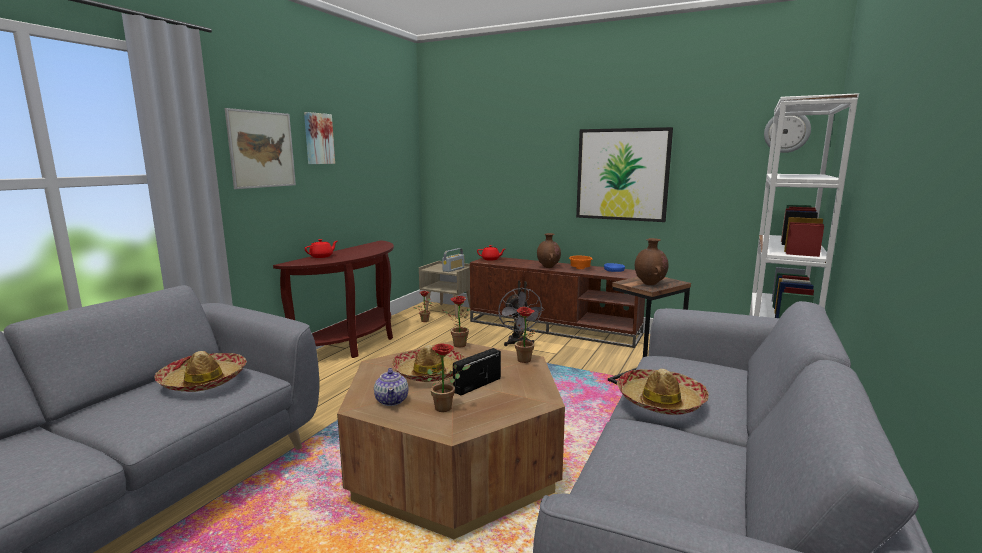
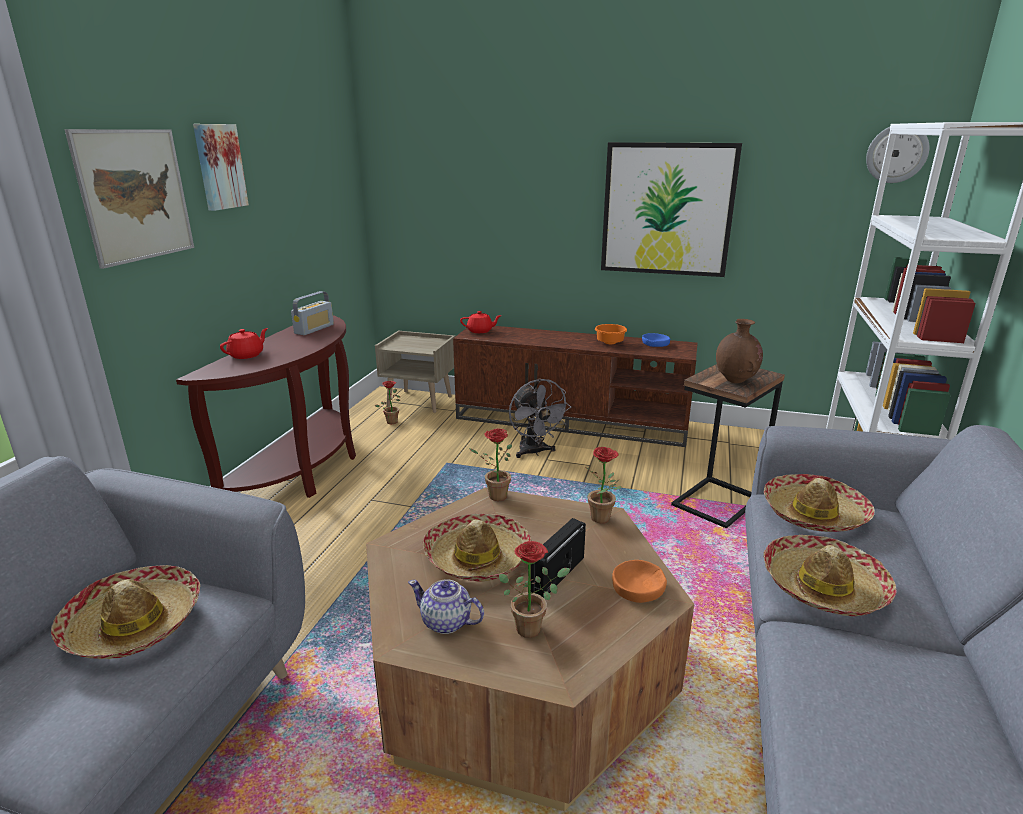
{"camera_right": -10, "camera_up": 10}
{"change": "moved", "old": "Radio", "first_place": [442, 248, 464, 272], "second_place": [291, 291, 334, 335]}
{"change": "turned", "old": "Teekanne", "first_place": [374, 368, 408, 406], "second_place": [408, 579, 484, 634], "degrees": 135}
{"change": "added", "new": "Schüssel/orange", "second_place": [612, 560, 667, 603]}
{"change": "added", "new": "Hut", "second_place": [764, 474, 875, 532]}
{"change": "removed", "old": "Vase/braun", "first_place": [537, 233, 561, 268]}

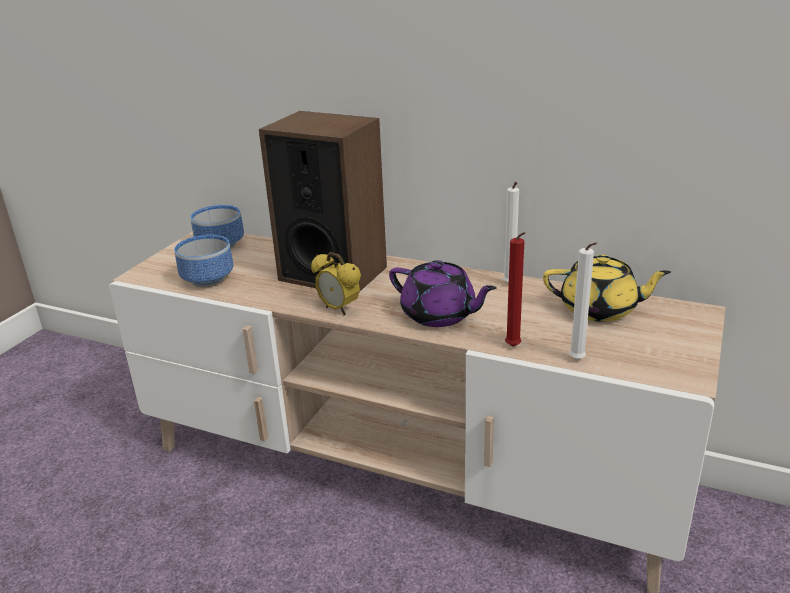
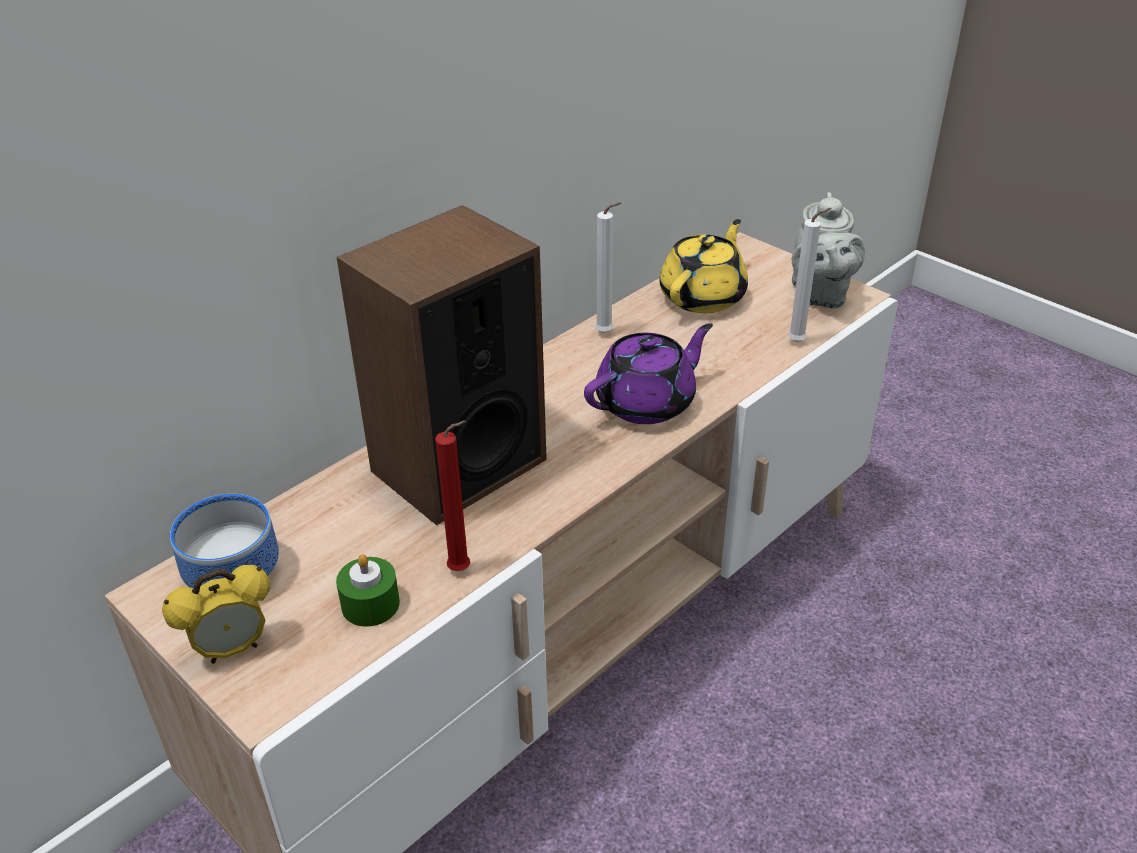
{"camera_right": -70, "camera_up": 10}
{"change": "moved", "old": "Wecker", "first_place": [311, 252, 361, 315], "second_place": [162, 565, 270, 664]}
{"change": "replaced", "old": "Schüssel", "new": "Kerze/grün", "first_place": [174, 235, 233, 287], "second_place": [336, 554, 400, 627]}
{"change": "moved", "old": "Kerze/rot", "first_place": [505, 232, 525, 346], "second_place": [435, 421, 470, 571]}
{"change": "added", "new": "Teekanne/grau", "second_place": [792, 192, 865, 309]}

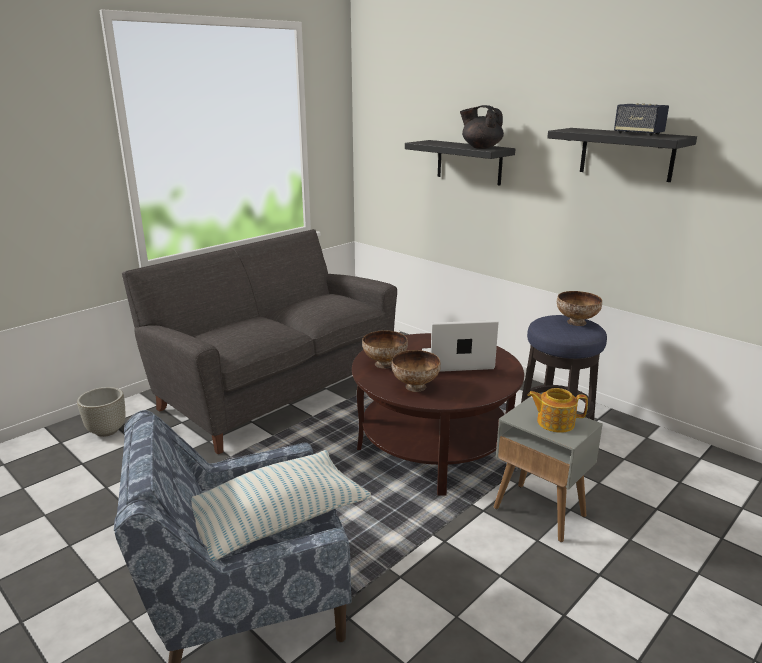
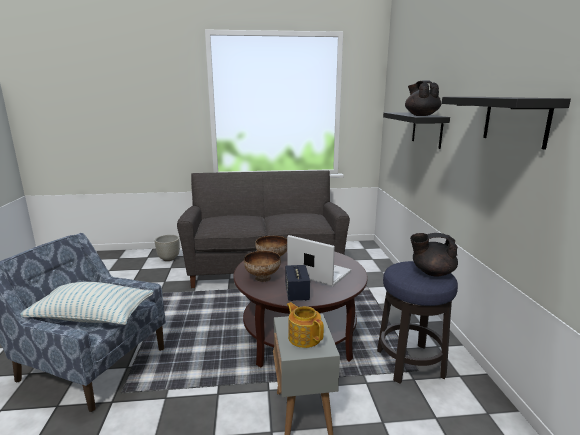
{"camera_right": 40, "camera_up": -5}
{"change": "moved", "old": "Lautsprecher", "first_place": [614, 103, 669, 136], "second_place": [285, 265, 310, 301]}
{"change": "replaced", "old": "Schüssel", "new": "Teekanne/schwarz", "first_place": [557, 291, 602, 326], "second_place": [410, 233, 458, 277]}

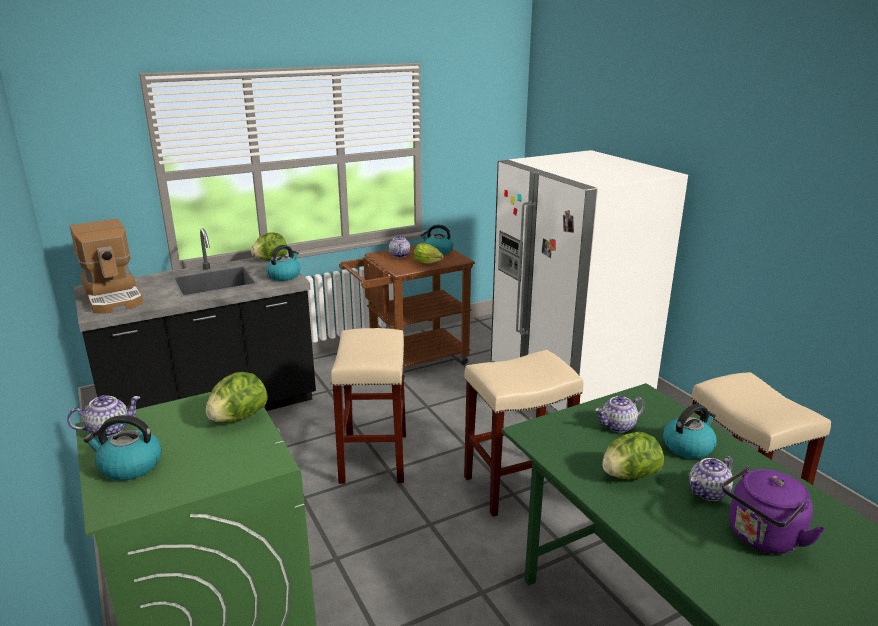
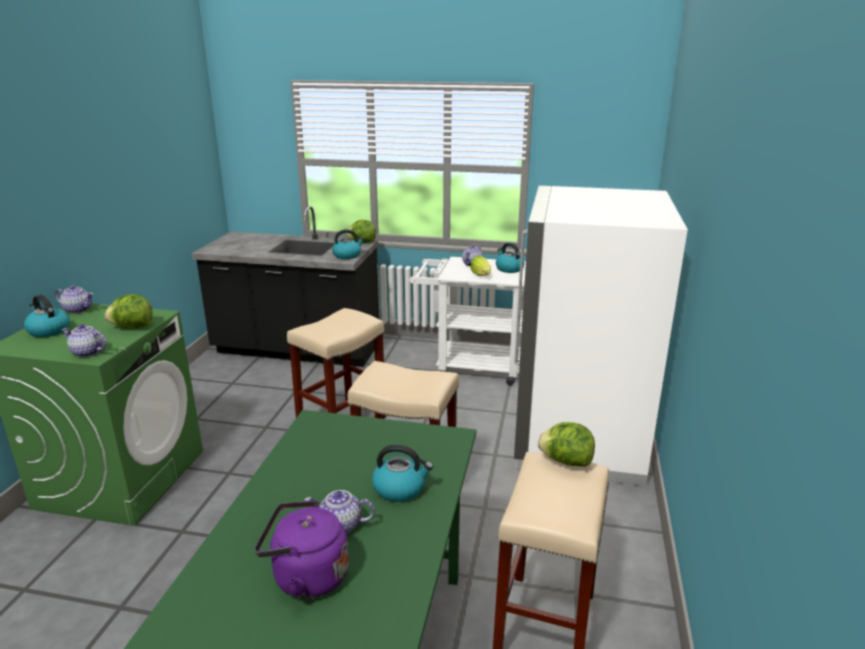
{"camera_right": 40, "camera_up": 0}
{"change": "moved", "old": "Teekanne", "first_place": [595, 396, 645, 433], "second_place": [62, 324, 107, 357]}
{"change": "recoloured", "old": "Rollwagen/braun", "new": "Rollwagen/weiß", "first_place": [339, 245, 475, 377], "second_place": [410, 257, 526, 385]}
{"change": "moved", "old": "Salatkopf", "first_place": [602, 432, 664, 479], "second_place": [538, 422, 595, 467]}
{"change": "removed", "old": "Kaffeemaschine", "first_place": [69, 219, 143, 314]}

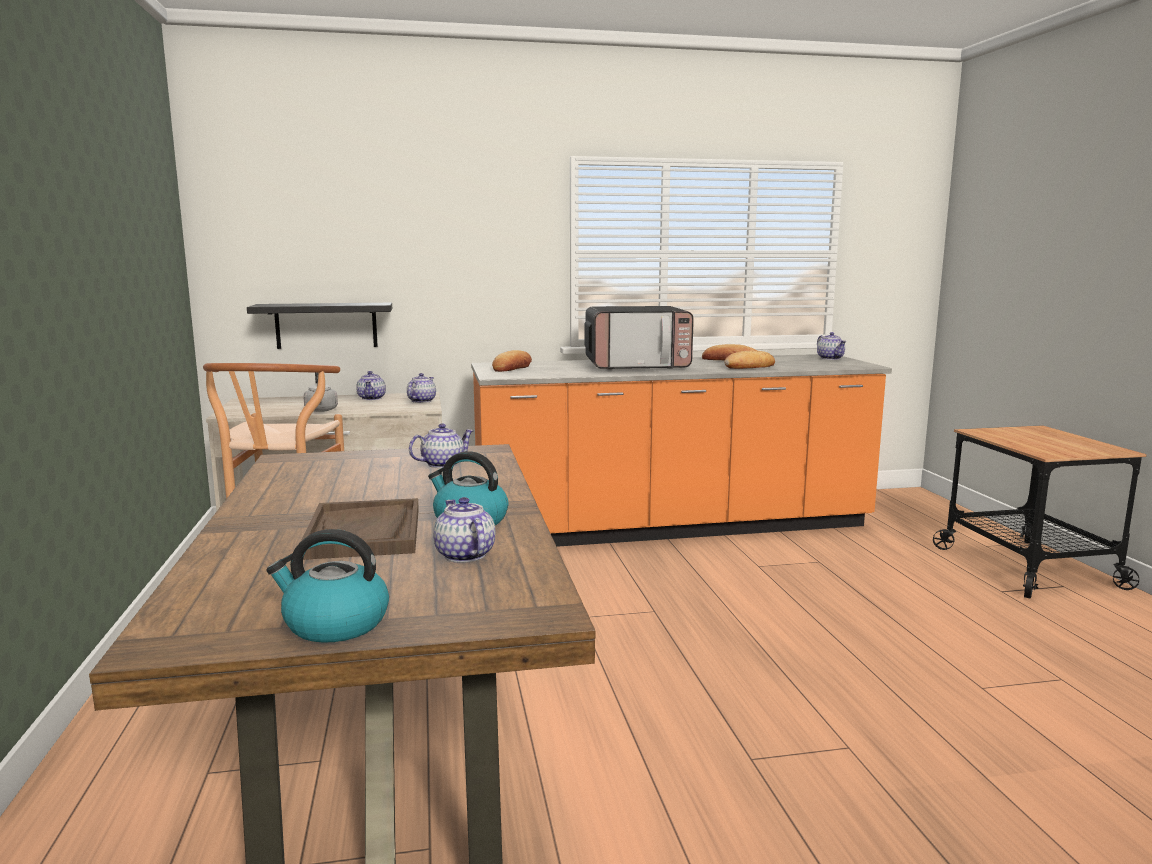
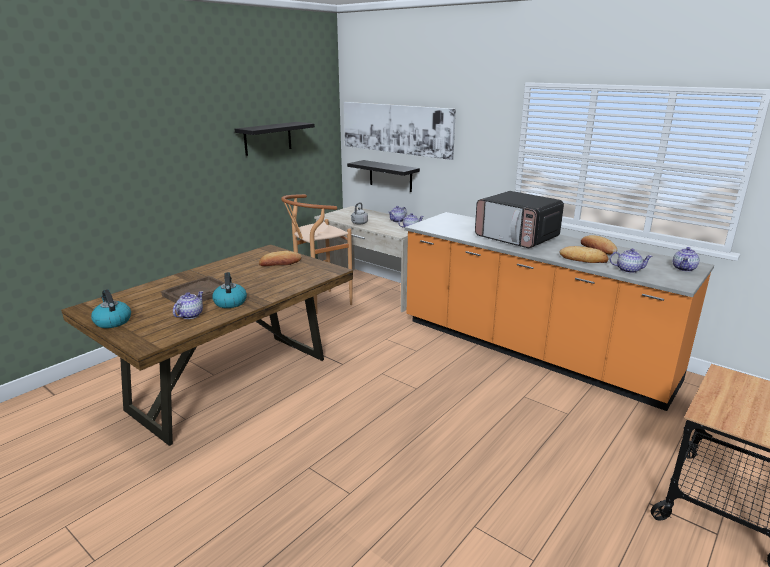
{"camera_right": 50, "camera_up": 10}
{"change": "added", "new": "Wandregal/schwarz", "second_place": [234, 122, 315, 156]}
{"change": "moved", "old": "Brot", "first_place": [492, 350, 532, 372], "second_place": [259, 251, 302, 266]}
{"change": "added", "new": "Bild", "second_place": [344, 102, 456, 160]}
{"change": "moved", "old": "Teekanne", "first_place": [409, 423, 474, 468], "second_place": [610, 249, 653, 273]}

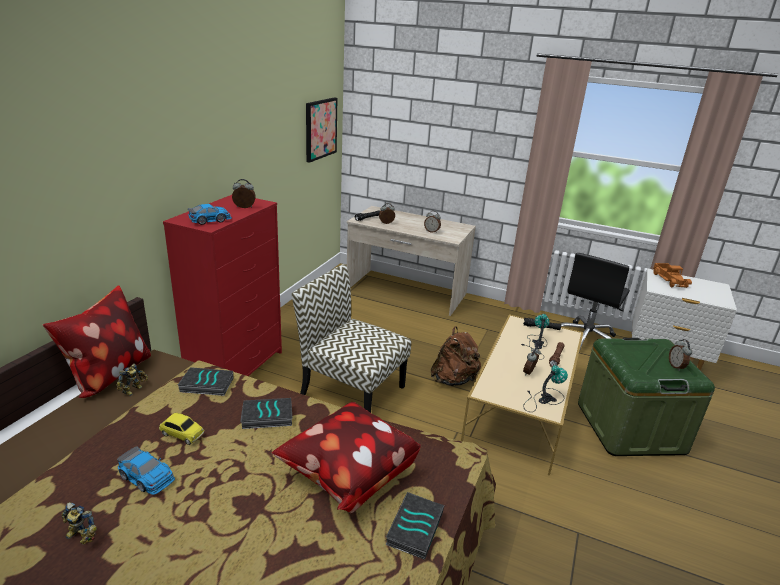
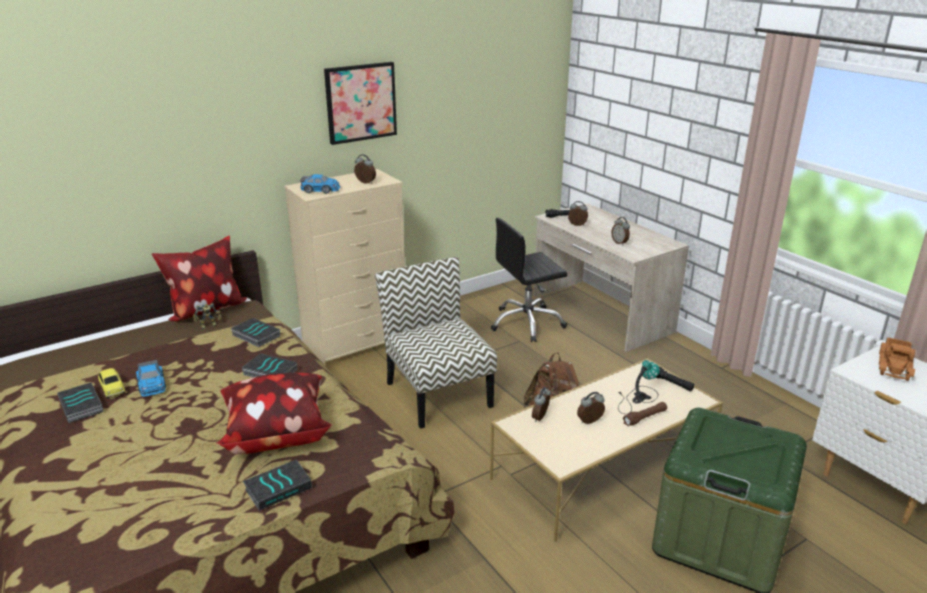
{"camera_right": 35, "camera_up": 0}
{"change": "replaced", "old": "Spielzeugroboter", "new": "Buch", "first_place": [61, 502, 97, 545], "second_place": [57, 382, 104, 423]}
{"change": "moved", "old": "Spielzeugauto", "first_place": [159, 413, 204, 445], "second_place": [98, 368, 125, 398]}
{"change": "recoloured", "old": "Kommode/rot", "new": "Kommode/beige", "first_place": [163, 195, 282, 376], "second_place": [284, 169, 405, 365]}
{"change": "moved", "old": "Bild", "first_place": [306, 98, 337, 163], "second_place": [324, 62, 397, 145]}
{"change": "moved", "old": "Bürostuhl/schwarz", "first_place": [561, 253, 630, 352], "second_place": [491, 218, 567, 342]}
{"change": "moved", "old": "Wecker", "first_place": [669, 339, 692, 371], "second_place": [532, 387, 551, 422]}
{"change": "removed", "old": "Tischlampe", "first_place": [523, 365, 568, 412]}

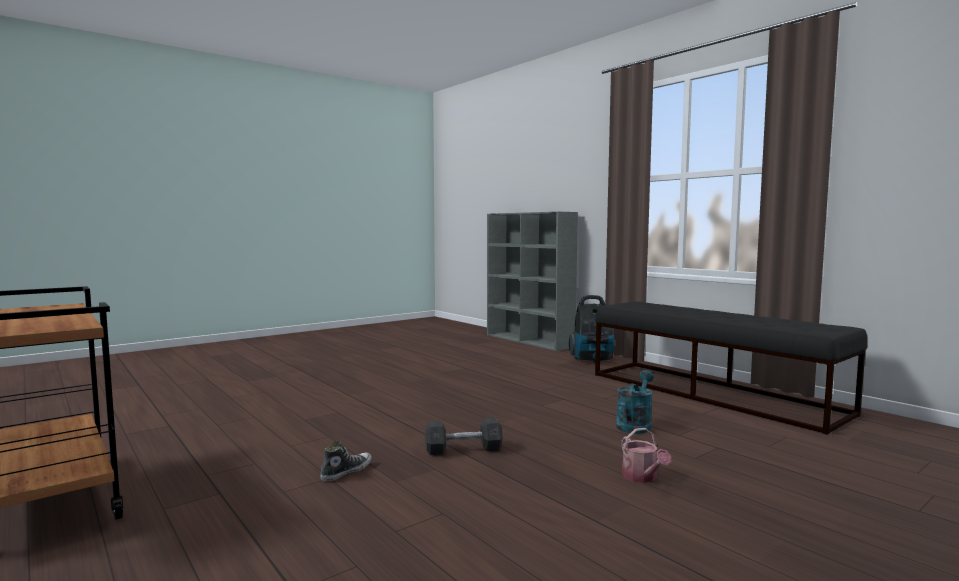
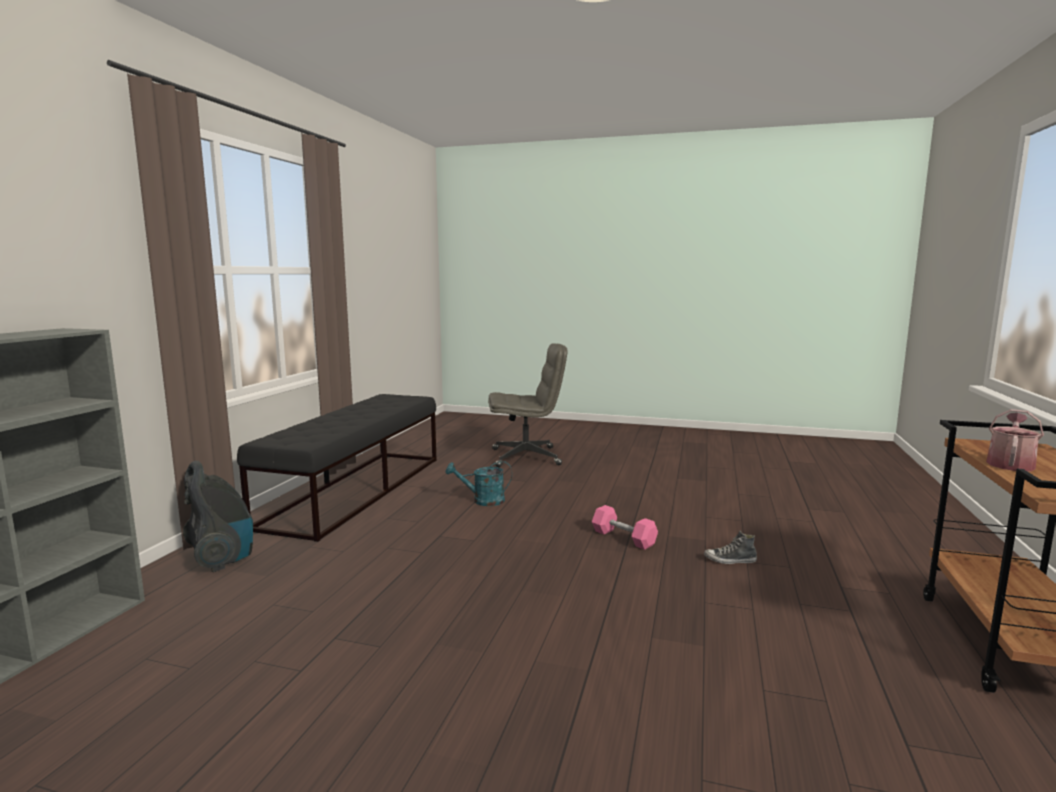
{"camera_right": -125, "camera_up": 5}
{"change": "added", "new": "Bürostuhl/grau", "second_place": [488, 343, 568, 467]}
{"change": "recoloured", "old": "Hantel/grau", "new": "Hantel/rosa", "first_place": [425, 418, 503, 455], "second_place": [592, 505, 658, 550]}
{"change": "moved", "old": "Gießkanne", "first_place": [622, 428, 671, 483], "second_place": [986, 409, 1044, 472]}

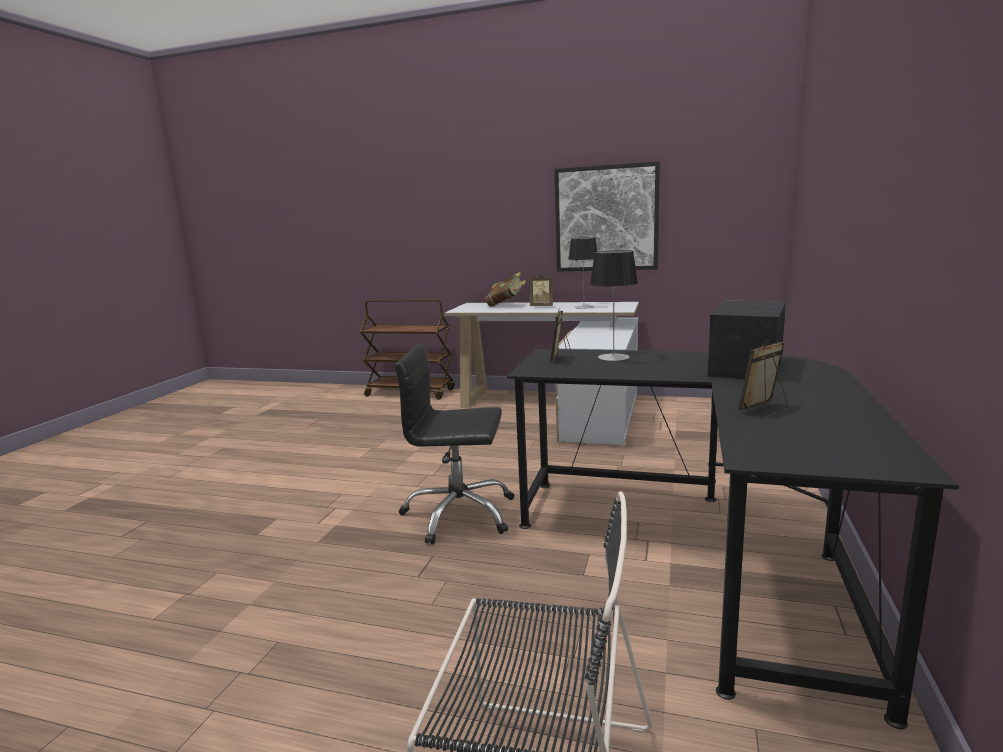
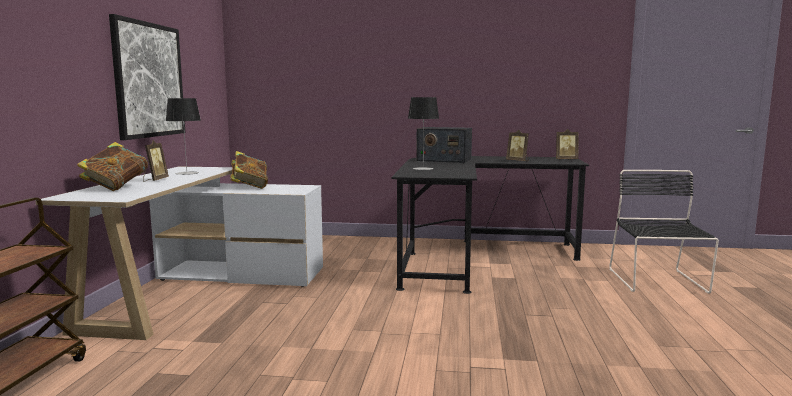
{"camera_right": -100, "camera_up": -5}
{"change": "added", "new": "Buch", "second_place": [230, 151, 268, 189]}
{"change": "moved", "old": "Bilderrahmen", "first_place": [550, 310, 572, 363], "second_place": [556, 129, 579, 159]}
{"change": "removed", "old": "Bürostuhl/schwarz", "first_place": [395, 343, 514, 544]}

